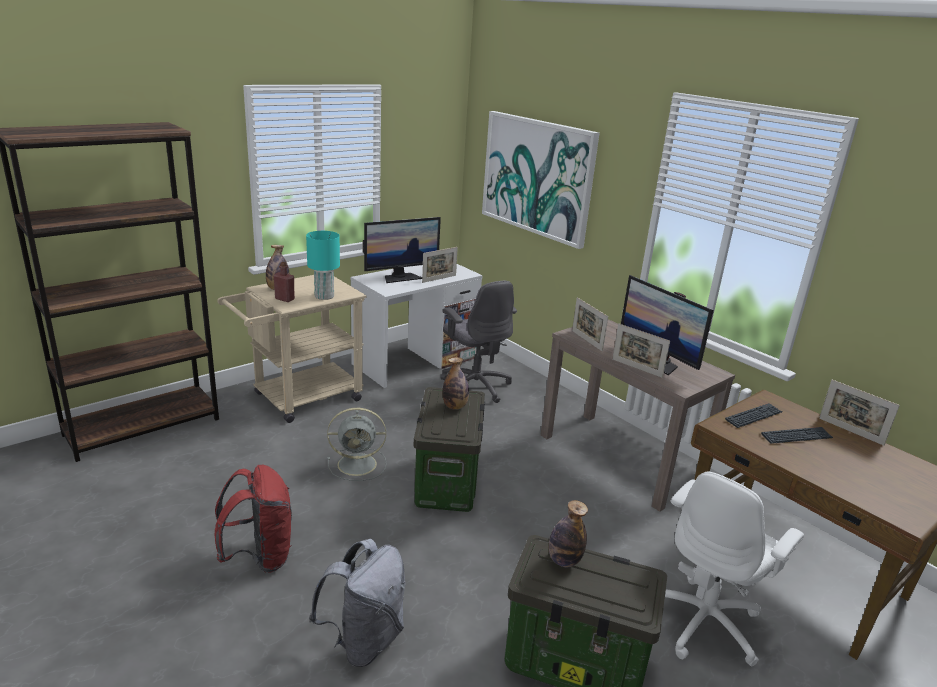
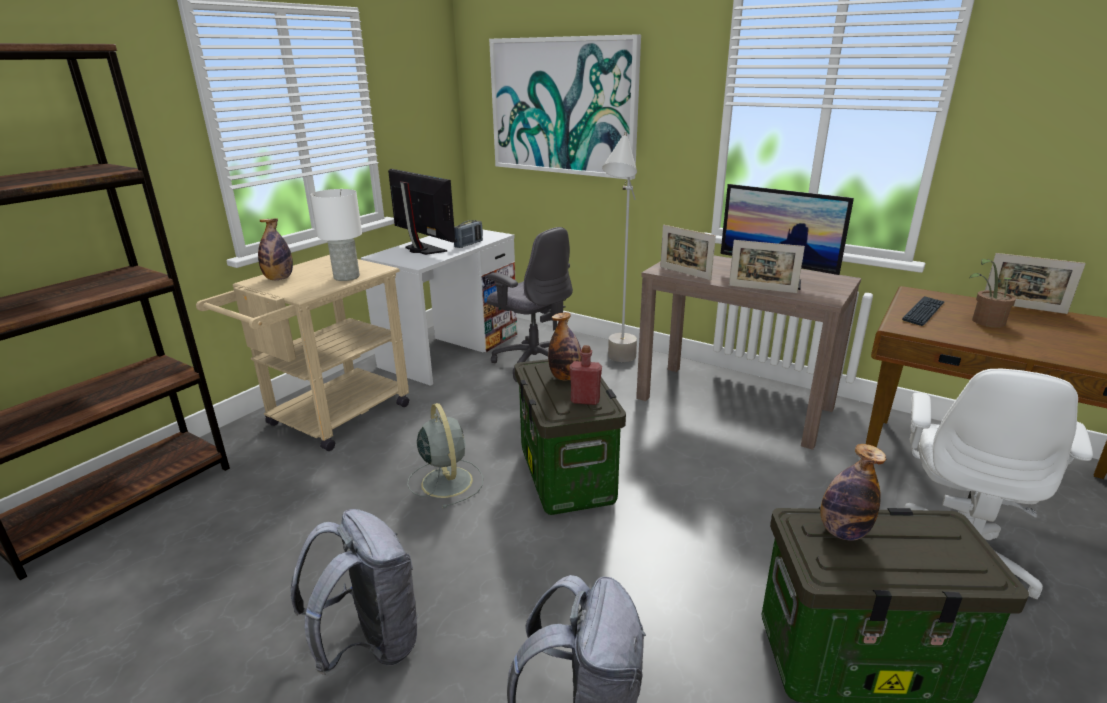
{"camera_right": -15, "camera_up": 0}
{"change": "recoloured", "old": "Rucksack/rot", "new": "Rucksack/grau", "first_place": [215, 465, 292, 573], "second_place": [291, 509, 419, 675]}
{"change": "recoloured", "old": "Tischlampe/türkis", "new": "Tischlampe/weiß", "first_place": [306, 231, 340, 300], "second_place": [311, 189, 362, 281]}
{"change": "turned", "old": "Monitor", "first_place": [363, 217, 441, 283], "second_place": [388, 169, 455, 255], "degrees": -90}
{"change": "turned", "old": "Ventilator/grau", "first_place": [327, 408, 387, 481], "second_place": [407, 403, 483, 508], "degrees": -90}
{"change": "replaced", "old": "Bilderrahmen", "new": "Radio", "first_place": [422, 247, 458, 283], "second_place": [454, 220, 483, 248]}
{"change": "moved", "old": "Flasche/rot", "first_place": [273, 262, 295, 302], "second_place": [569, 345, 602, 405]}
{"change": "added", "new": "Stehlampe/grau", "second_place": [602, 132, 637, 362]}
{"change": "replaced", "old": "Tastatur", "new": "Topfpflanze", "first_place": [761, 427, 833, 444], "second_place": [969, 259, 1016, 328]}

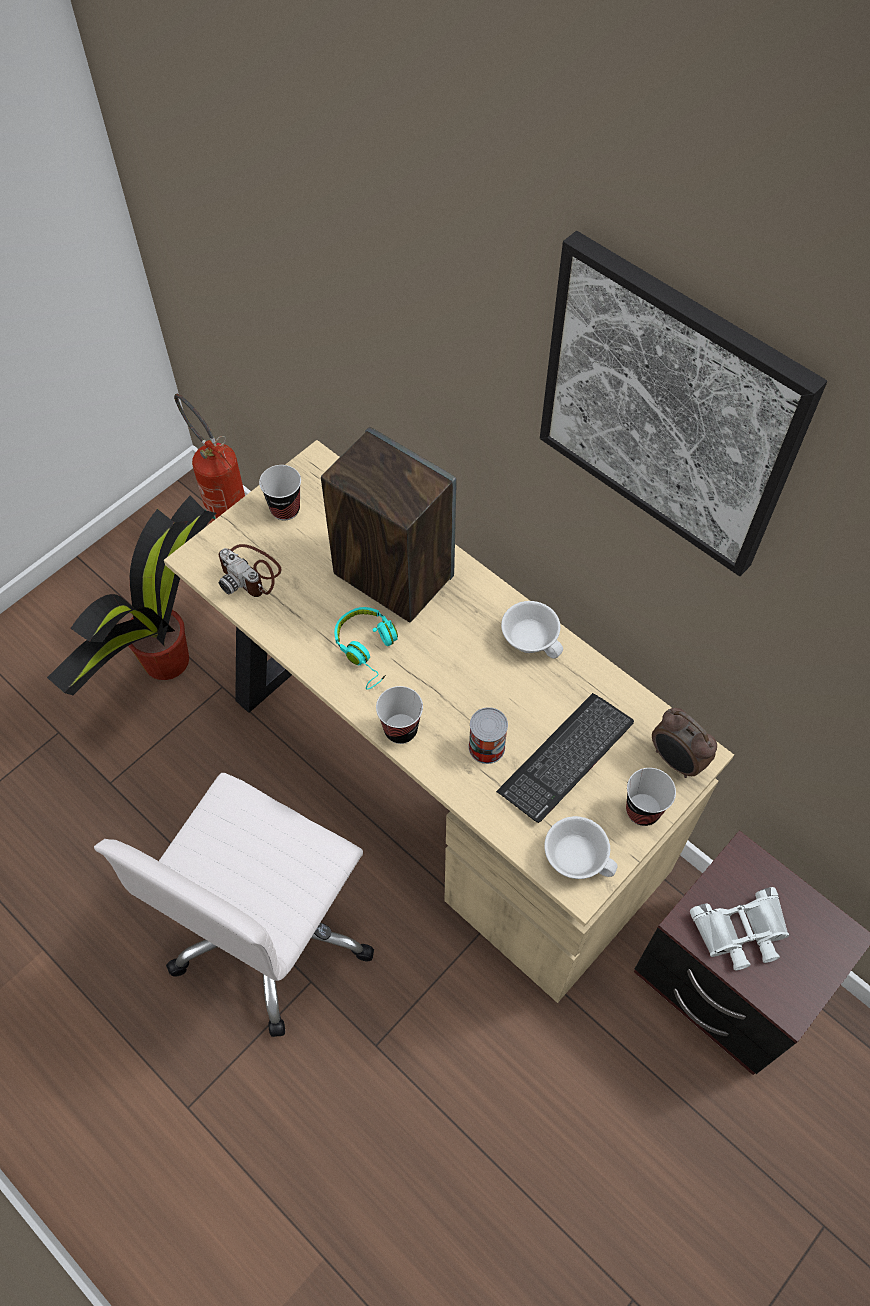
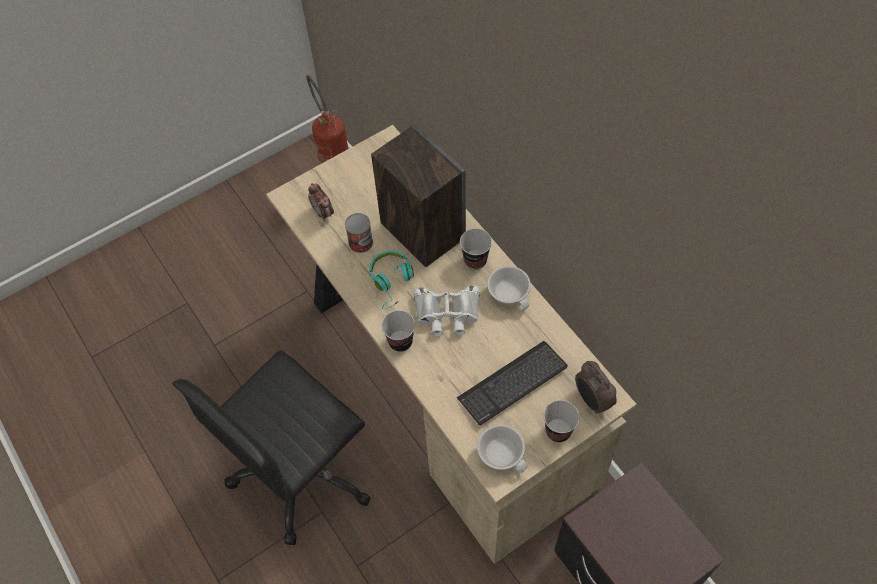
{"camera_right": 15, "camera_up": 0}
{"change": "recoloured", "old": "Bürostuhl/weiß", "new": "Bürostuhl/schwarz", "first_place": [94, 773, 374, 1037], "second_place": [172, 351, 371, 545]}
{"change": "replaced", "old": "Kamera", "new": "Wecker", "first_place": [219, 544, 281, 597], "second_place": [308, 183, 334, 221]}
{"change": "moved", "old": "Dose", "first_place": [468, 707, 508, 764], "second_place": [345, 213, 373, 253]}
{"change": "moved", "old": "Fernglas/weiß", "first_place": [690, 887, 789, 970], "second_place": [414, 286, 480, 336]}
{"change": "moved", "old": "Tasse", "first_place": [259, 465, 301, 521], "second_place": [460, 228, 492, 269]}
{"change": "removed", "old": "Topfpflanze", "first_place": [47, 496, 217, 695]}
{"change": "removed", "old": "Bild", "first_place": [540, 231, 827, 576]}

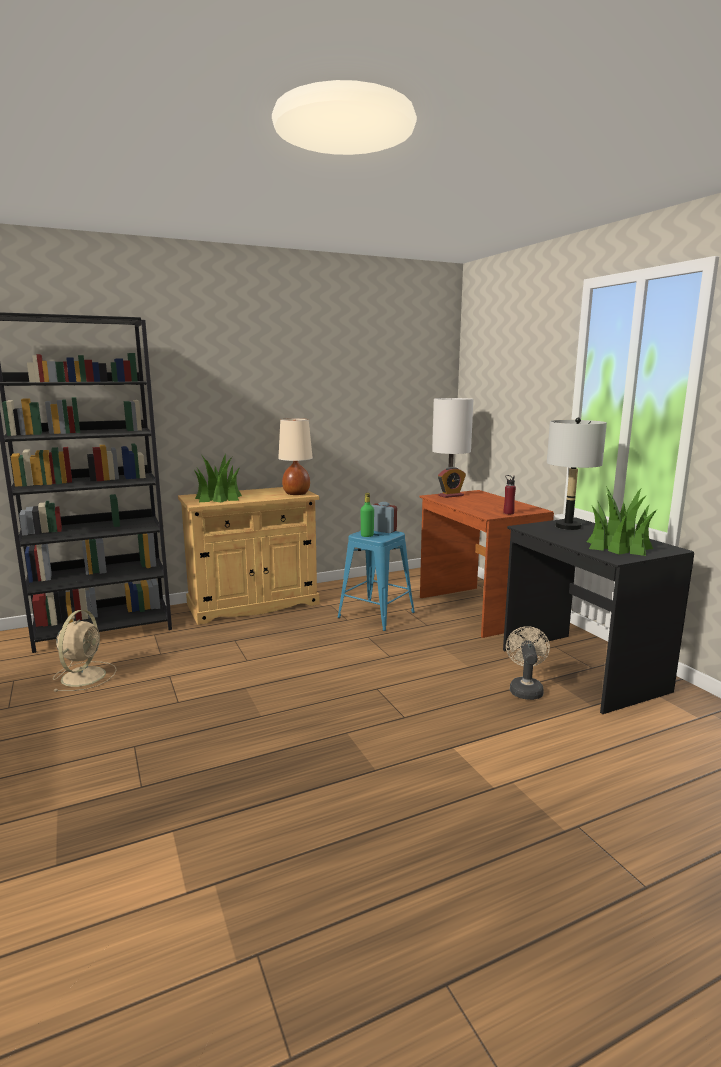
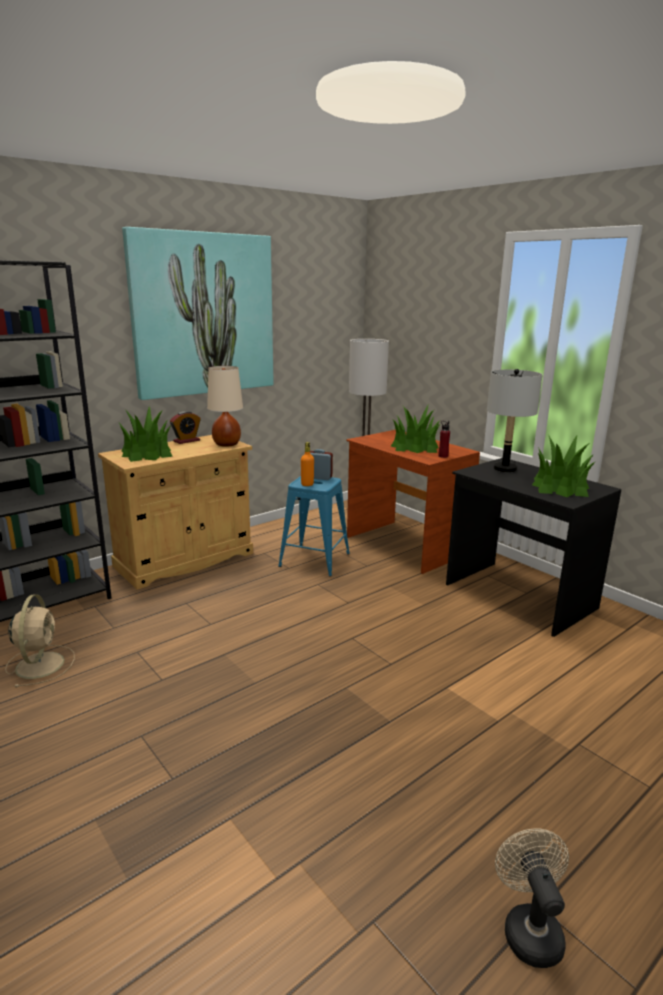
{"camera_right": -15, "camera_up": 5}
{"change": "added", "new": "Bild", "second_place": [122, 227, 274, 400]}
{"change": "moved", "old": "Wecker", "first_place": [438, 467, 466, 498], "second_place": [170, 411, 201, 444]}
{"change": "recoloured", "old": "Flasche/grün", "new": "Flasche/orange", "first_place": [360, 493, 374, 537], "second_place": [301, 442, 314, 486]}
{"change": "added", "new": "Topfpflanze", "second_place": [391, 405, 440, 453]}
{"change": "moved", "old": "Ventilator/beige", "first_place": [506, 626, 550, 700], "second_place": [495, 829, 569, 968]}

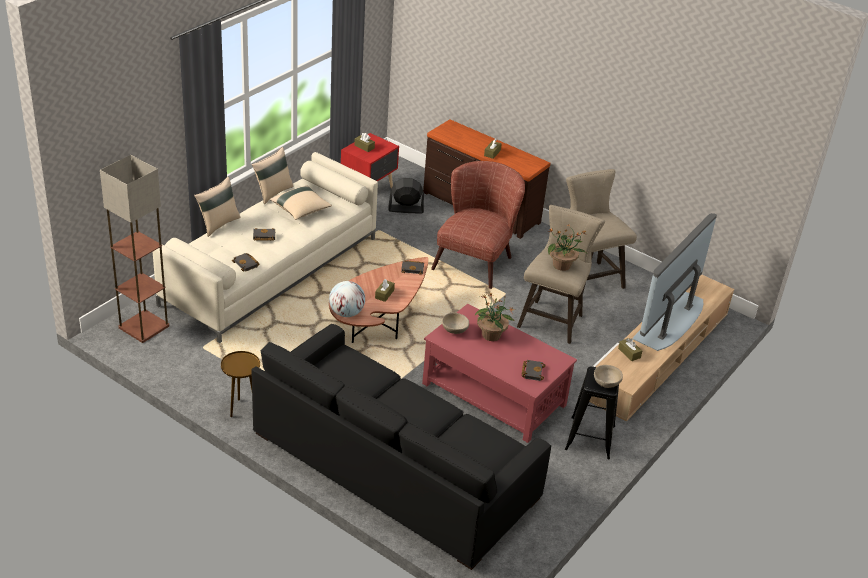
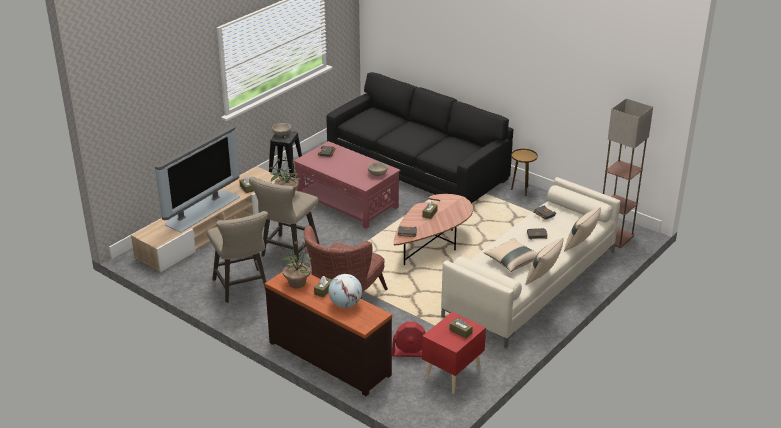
{"camera_right": -175, "camera_up": -5}
{"change": "moved", "old": "Topfpflanze", "first_place": [475, 292, 515, 341], "second_place": [279, 243, 312, 288]}
{"change": "moved", "old": "Globus", "first_place": [329, 281, 365, 317], "second_place": [328, 274, 362, 308]}
{"change": "recoloured", "old": "Ventilator/schwarz", "new": "Ventilator/rot", "first_place": [388, 178, 424, 214], "second_place": [392, 322, 426, 357]}

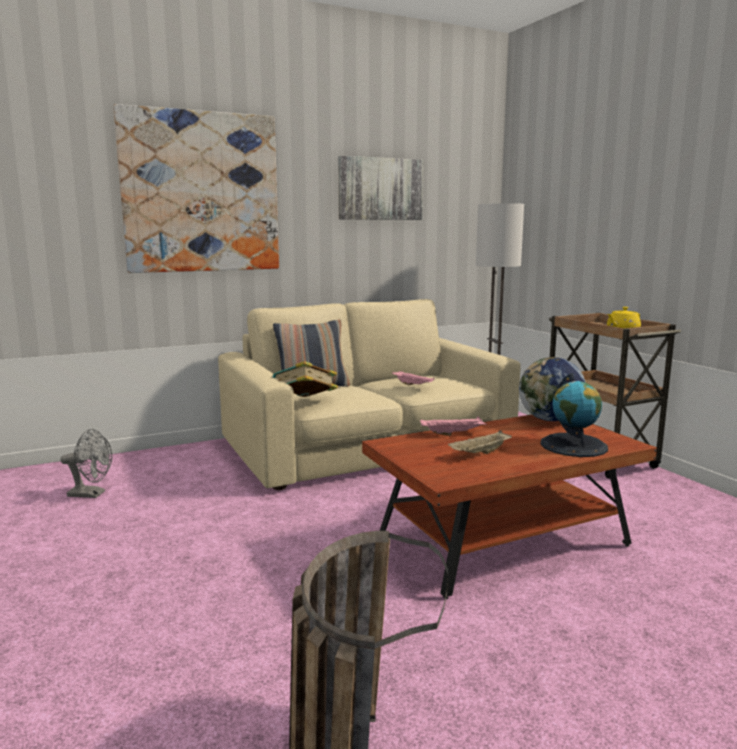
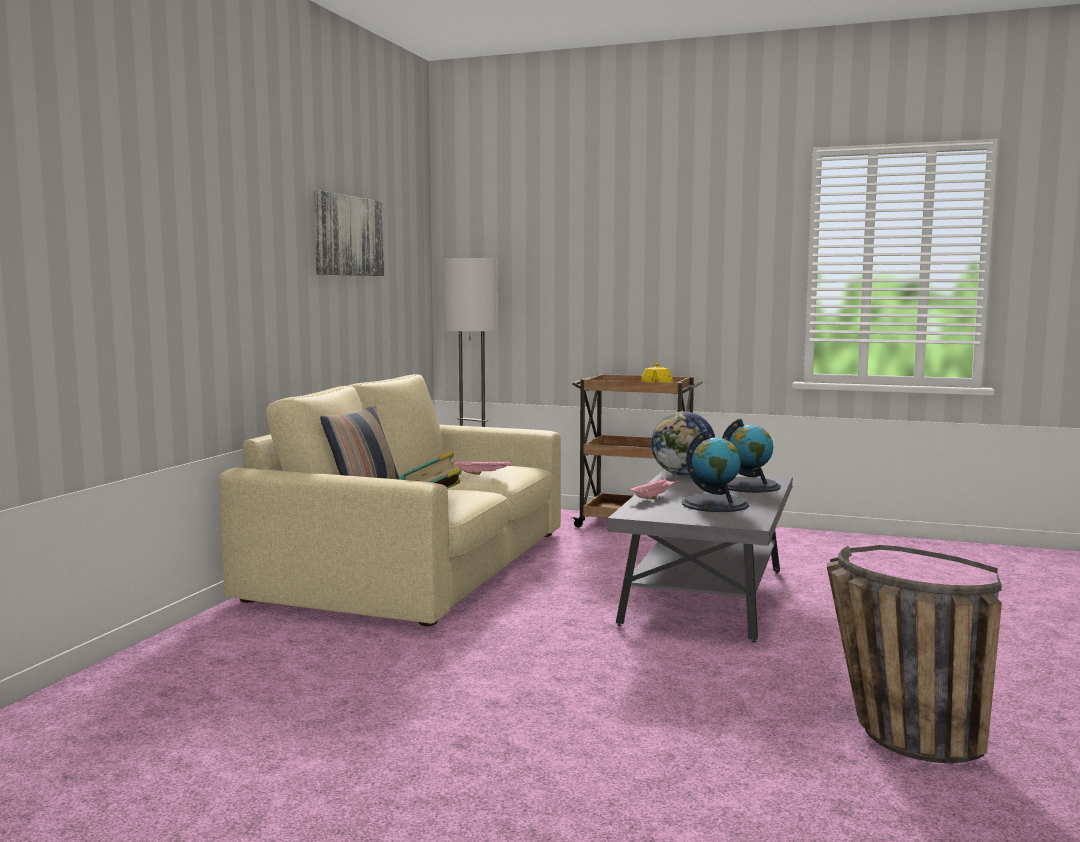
{"camera_right": -45, "camera_up": -5}
{"change": "recoloured", "old": "Couchtisch/braun", "new": "Couchtisch/grau", "first_place": [362, 415, 657, 599], "second_place": [608, 469, 793, 642]}
{"change": "replaced", "old": "Tablett/beige", "new": "Globus", "first_place": [448, 430, 512, 454], "second_place": [682, 430, 749, 512]}
{"change": "removed", "old": "Ventilator/grau", "first_place": [60, 429, 112, 498]}
{"change": "removed", "old": "Bild", "first_place": [113, 104, 279, 273]}

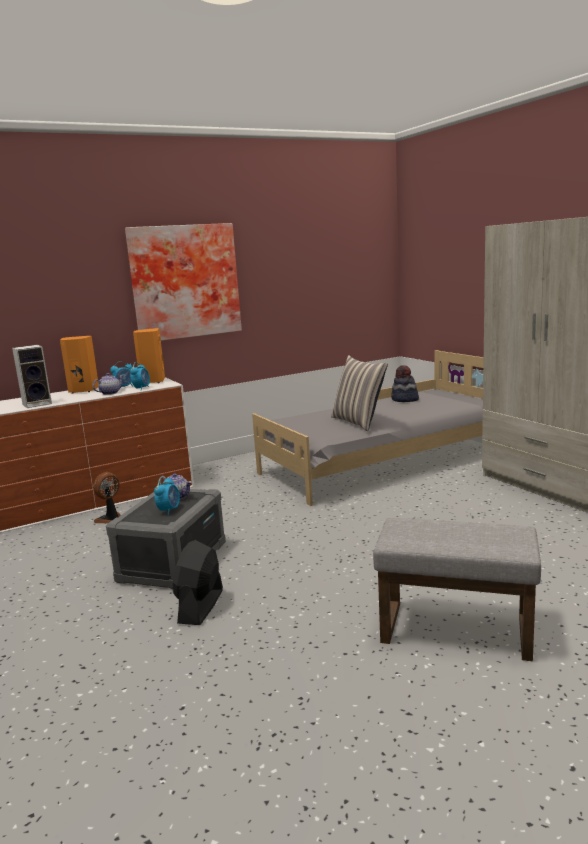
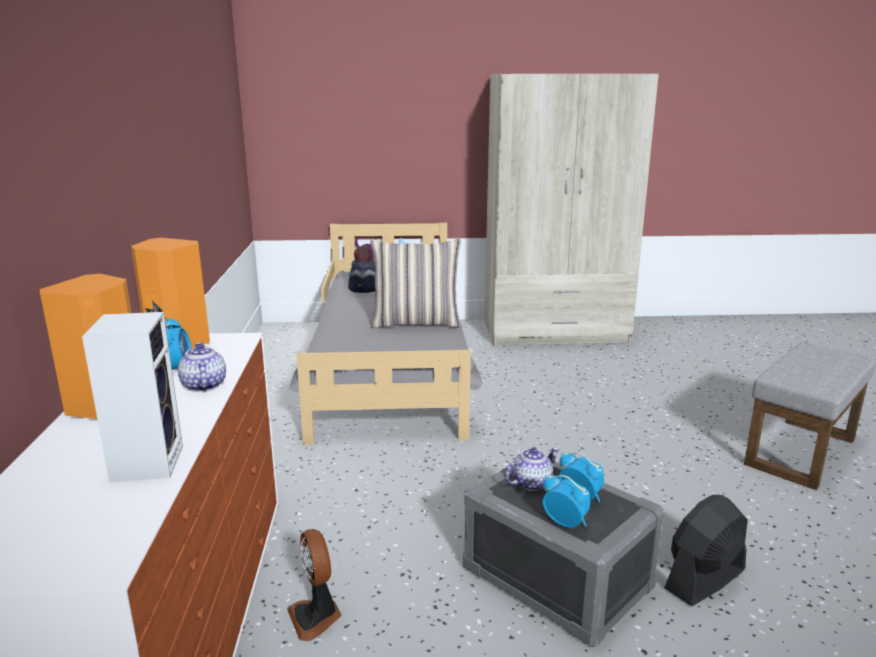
{"camera_right": -65, "camera_up": 5}
{"change": "moved", "old": "Wecker", "first_place": [130, 362, 150, 390], "second_place": [542, 475, 590, 528]}
{"change": "turned", "old": "Ventilator/schwarz", "first_place": [173, 540, 223, 625], "second_place": [664, 494, 748, 606], "degrees": 105}
{"change": "removed", "old": "Bild", "first_place": [125, 223, 242, 341]}

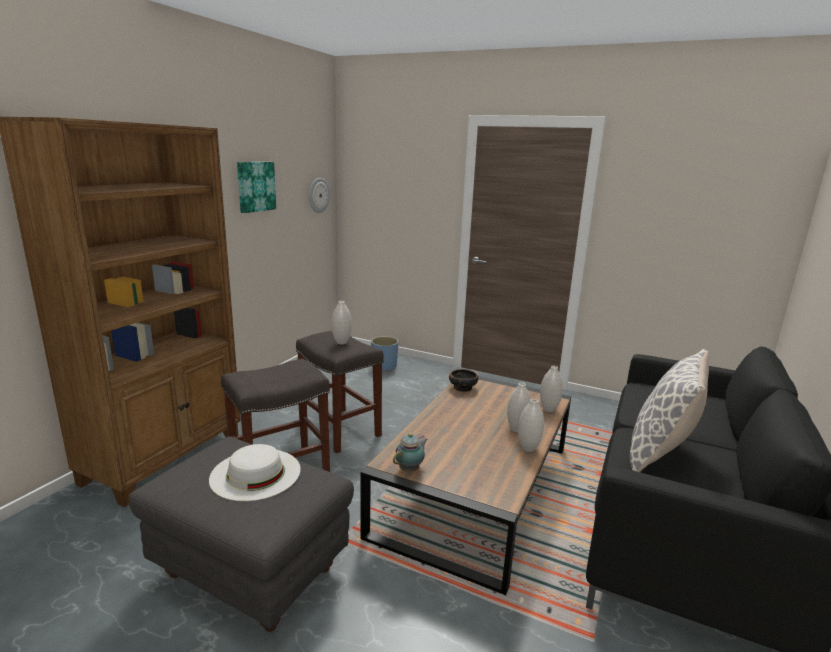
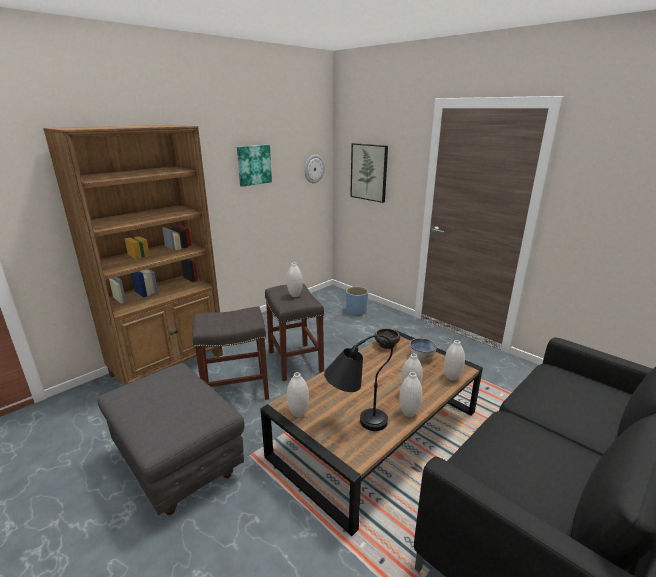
{"camera_right": 20, "camera_up": 5}
{"change": "replaced", "old": "Teekanne", "new": "Vase/weiß", "first_place": [393, 433, 428, 472], "second_place": [287, 372, 309, 417]}
{"change": "added", "new": "Tischlampe/schwarz", "second_place": [324, 335, 393, 431]}
{"change": "added", "new": "Bild", "second_place": [350, 143, 388, 203]}
{"change": "added", "new": "Schüssel", "second_place": [410, 338, 437, 361]}
{"change": "removed", "old": "Hut/weiß", "first_place": [209, 444, 301, 501]}
{"change": "removed", "old": "Kissen", "first_place": [630, 349, 709, 472]}

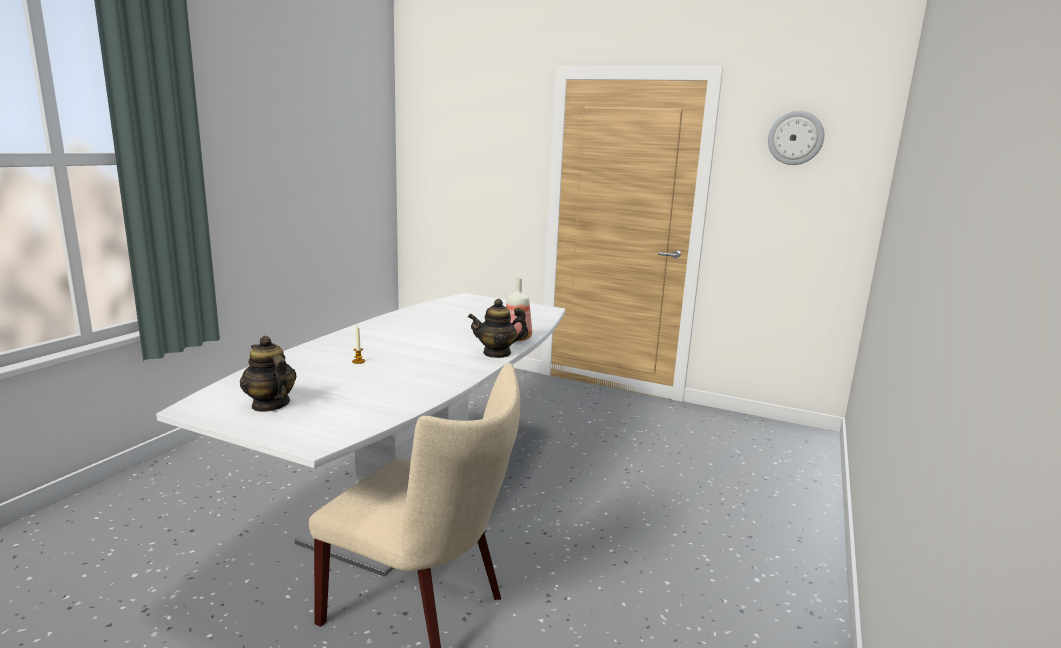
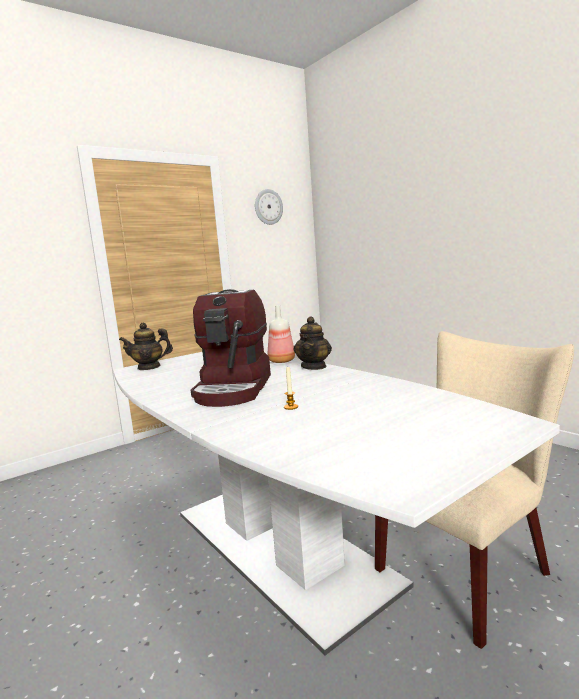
{"camera_right": -60, "camera_up": -5}
{"change": "moved", "old": "Teekanne", "first_place": [240, 336, 296, 412], "second_place": [119, 323, 173, 370]}
{"change": "added", "new": "Kaffeemaschine", "second_place": [191, 289, 271, 407]}

